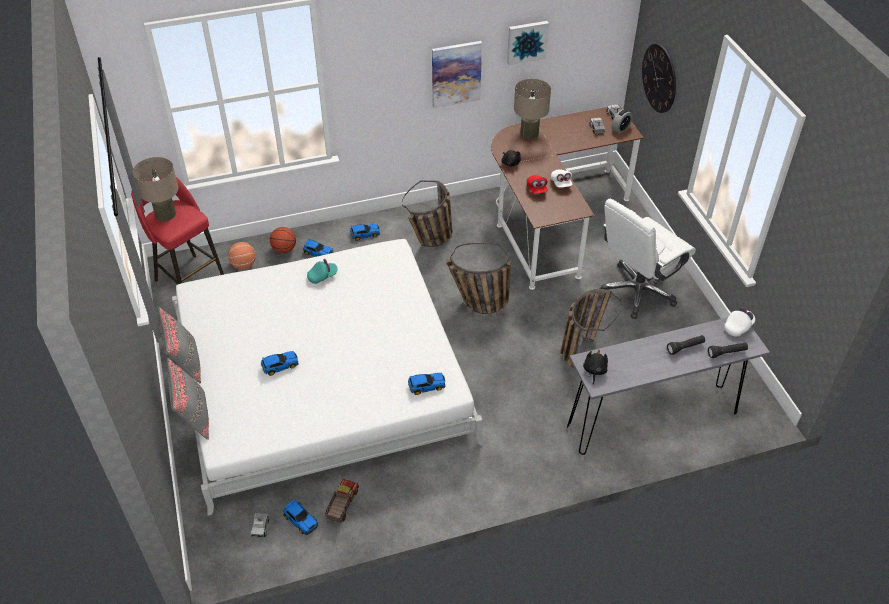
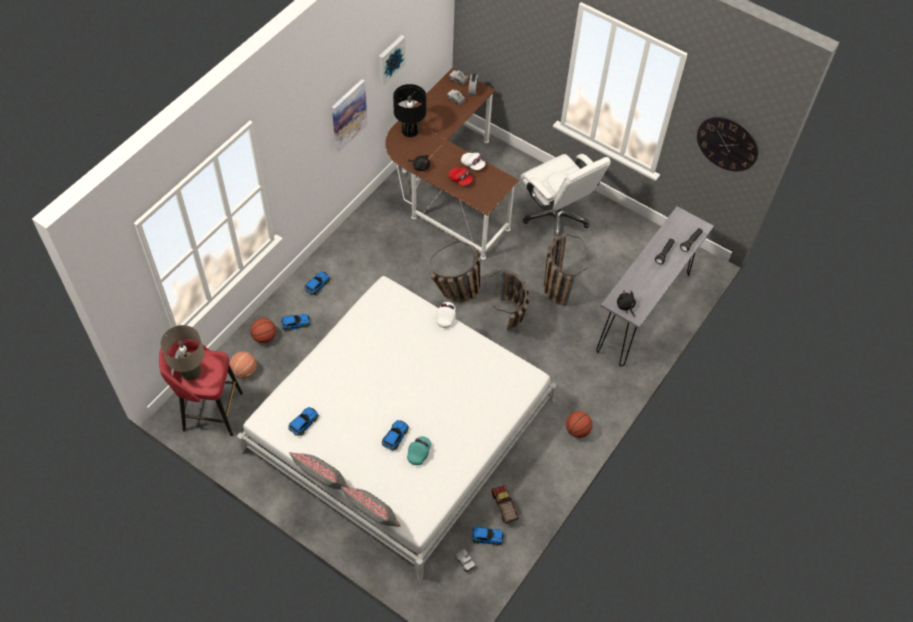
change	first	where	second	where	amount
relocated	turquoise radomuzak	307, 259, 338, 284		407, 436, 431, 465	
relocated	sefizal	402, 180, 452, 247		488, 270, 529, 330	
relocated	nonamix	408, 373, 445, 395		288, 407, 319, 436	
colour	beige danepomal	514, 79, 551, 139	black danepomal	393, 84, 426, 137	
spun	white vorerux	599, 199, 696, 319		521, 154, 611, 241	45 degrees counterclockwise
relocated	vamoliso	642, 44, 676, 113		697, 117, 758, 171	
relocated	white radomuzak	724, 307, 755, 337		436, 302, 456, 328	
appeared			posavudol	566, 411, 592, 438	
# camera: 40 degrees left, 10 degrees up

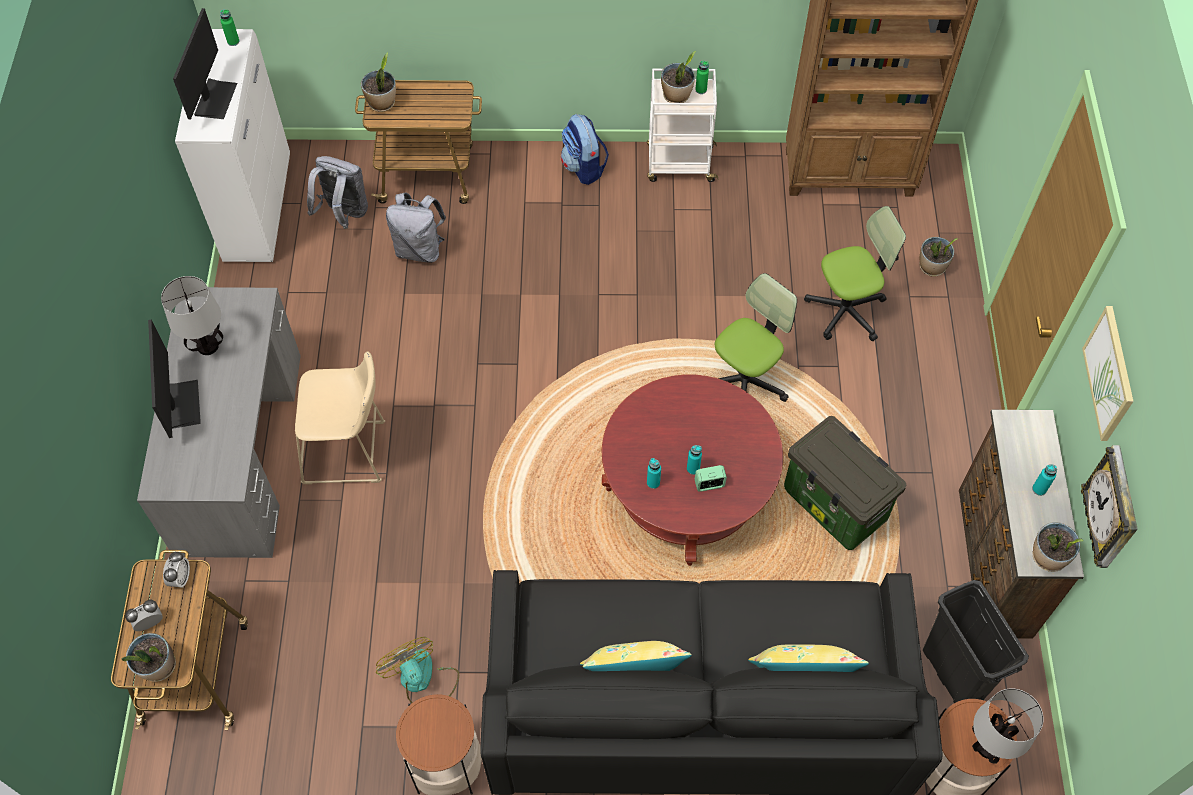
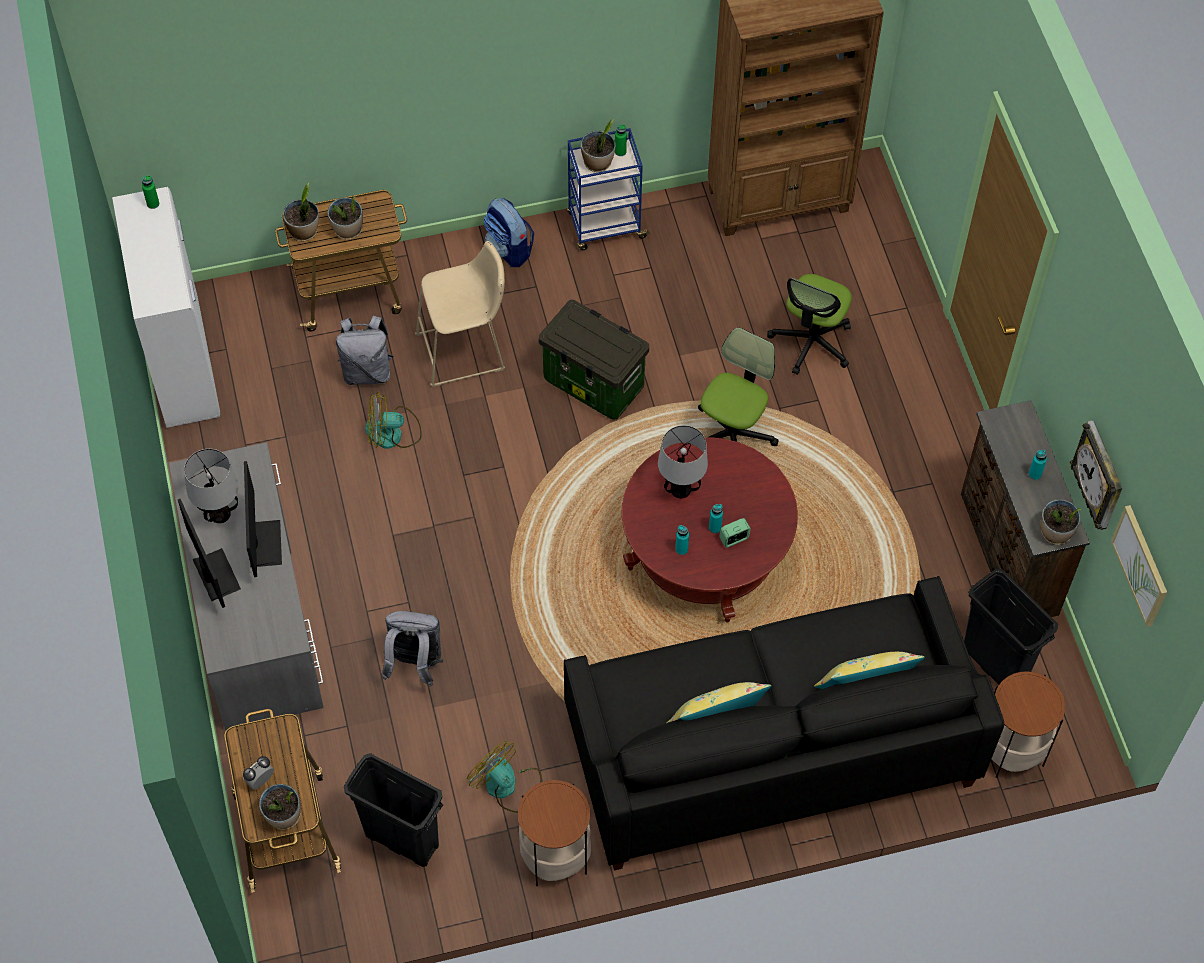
change	first	where	second	where	amount
missing	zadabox	163, 552, 190, 587			
relocated	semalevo	173, 8, 237, 120		244, 461, 282, 577	
relocated	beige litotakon	295, 352, 385, 484		415, 241, 505, 387	
relocated	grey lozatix	307, 156, 368, 229		382, 611, 443, 687	
colour	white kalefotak	647, 69, 718, 182	blue kalefotak	567, 128, 650, 250	
relocated	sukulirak	784, 416, 906, 550		539, 300, 649, 420	
spun	vorerux	804, 206, 906, 341		767, 274, 852, 375	150 degrees clockwise
relocated	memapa	919, 237, 957, 277		328, 196, 363, 240	
relocated	danepomal	972, 688, 1043, 764		658, 425, 708, 498	
relocated	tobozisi	1082, 306, 1133, 441		1111, 505, 1167, 627	
appeared			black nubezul	344, 753, 443, 867	
appeared			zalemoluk	365, 392, 422, 449	
# camera: 15 degrees left, 0 degrees up

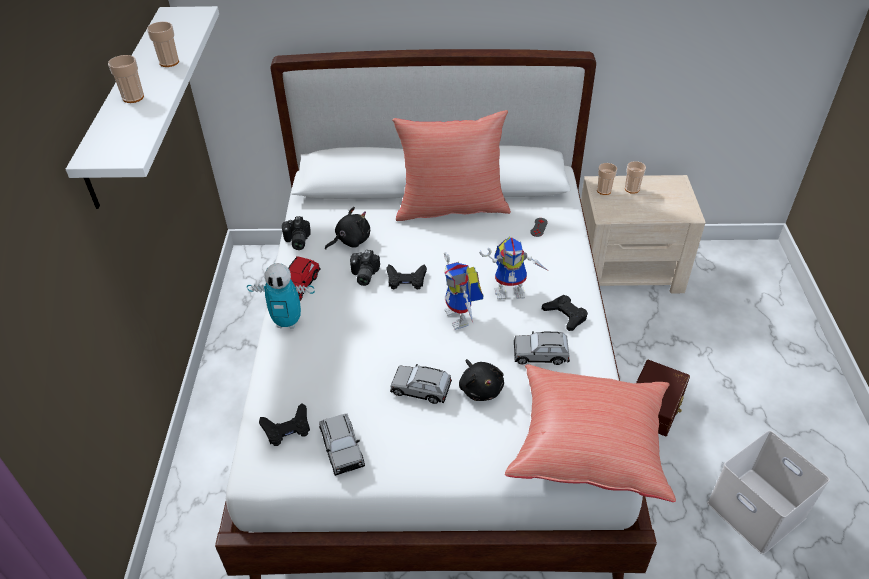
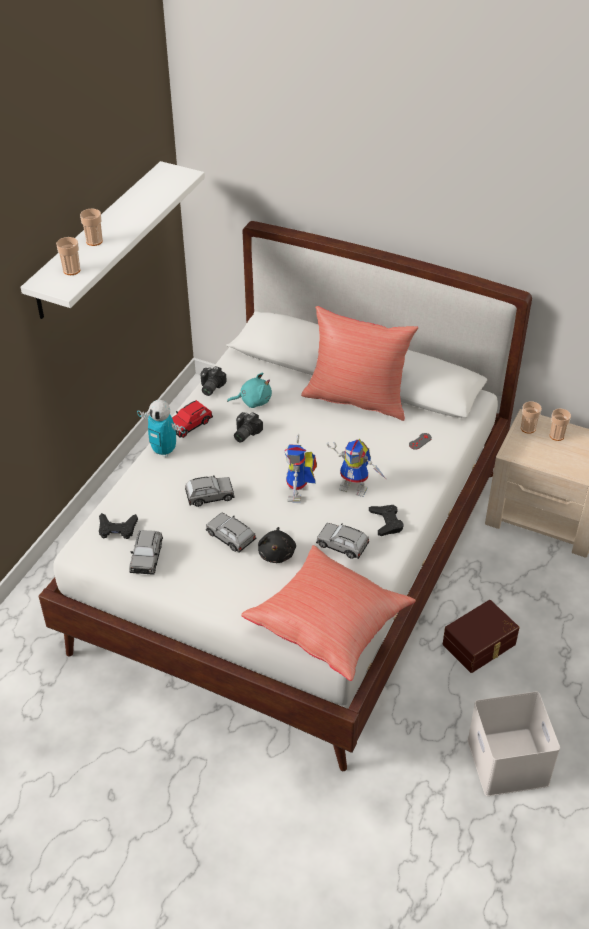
change	first	where	second	where	amount
relocated	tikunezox	147, 22, 179, 67		56, 237, 80, 275	
colour	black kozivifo	325, 207, 370, 250	turquoise kozivifo	227, 373, 272, 408	
missing	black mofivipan	386, 264, 427, 290			
appeared			grey nonamix	185, 475, 235, 507	
# camera: 25 degrees right, 0 degrees up

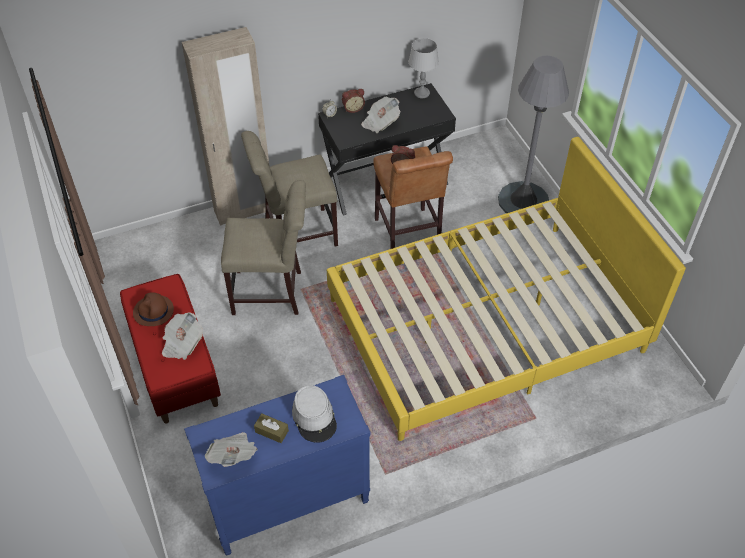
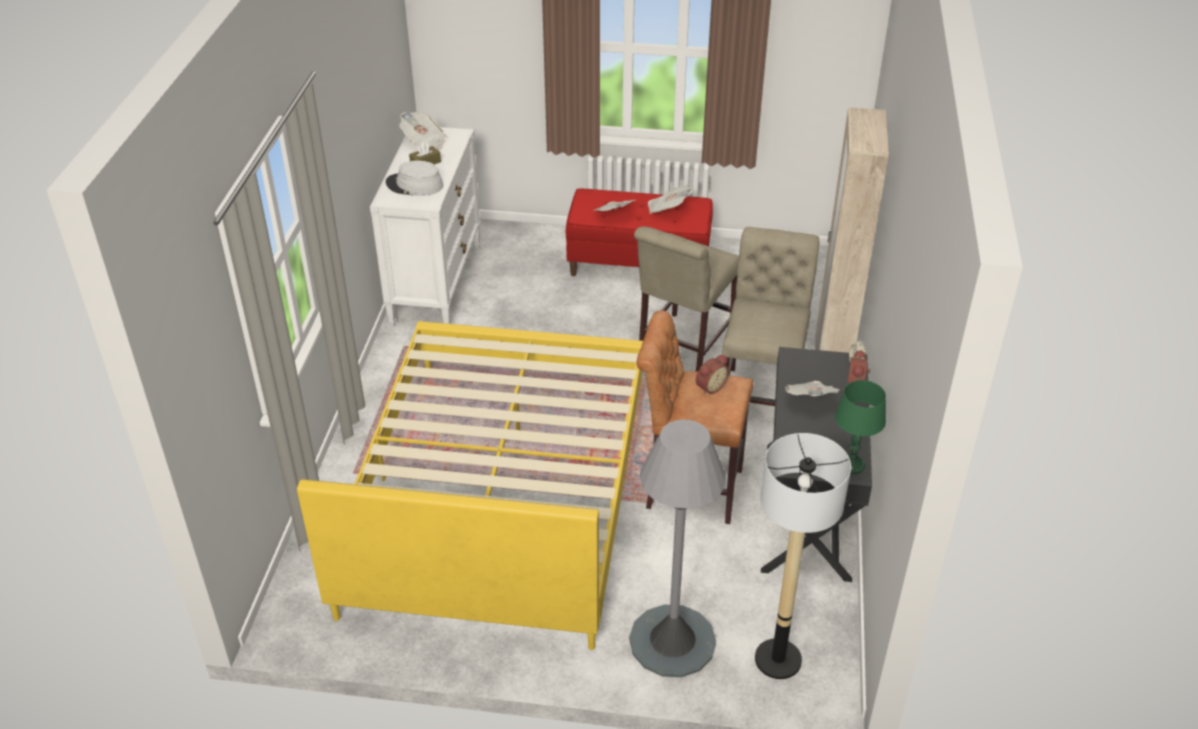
change	first	where	second	where	amount
exchanged	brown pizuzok	133, 292, 174, 326	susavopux	648, 185, 692, 214	
colour	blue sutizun	184, 375, 371, 555	white sutizun	370, 127, 481, 326	
colour	grey danepomal	408, 38, 439, 98	green danepomal	835, 380, 886, 474	
appeared			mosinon	755, 433, 851, 679	
# camera: 120 degrees right, 10 degrees down

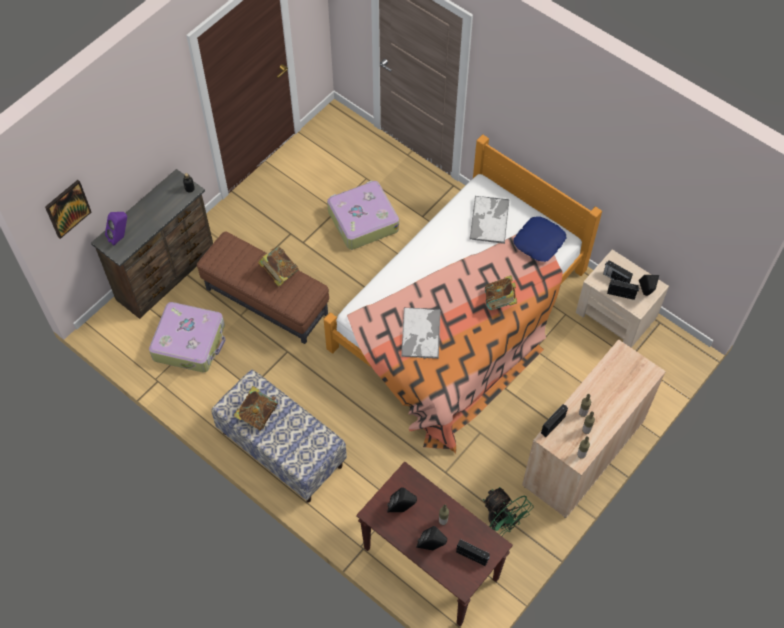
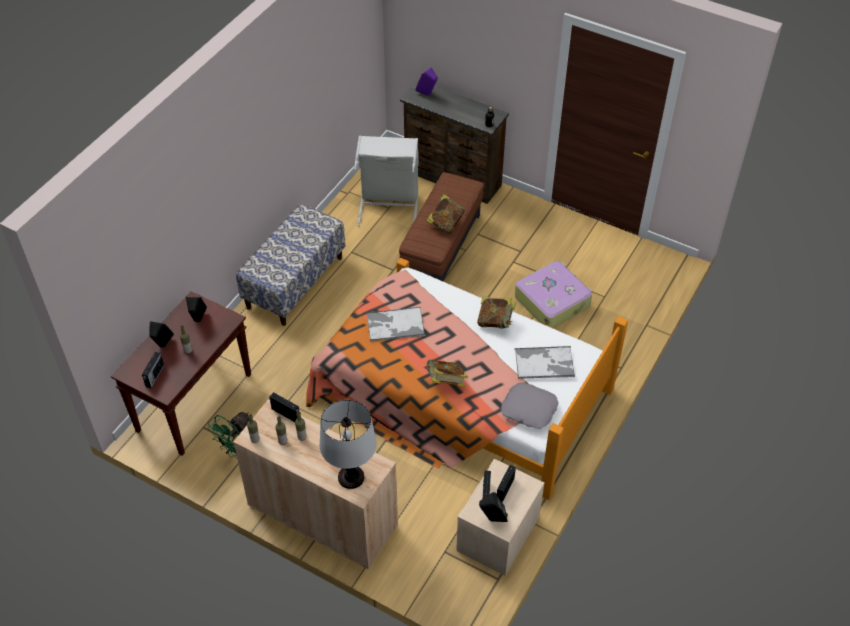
change	first	where	second	where	amount
missing	tobozisi	45, 180, 91, 239			
exchanged	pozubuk	149, 302, 226, 372	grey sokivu	354, 135, 419, 226	
relocated	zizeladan	234, 386, 278, 431		477, 297, 516, 329	
colour	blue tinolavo	514, 216, 566, 262	grey tinolavo	501, 382, 558, 429	
appeared			danepomal	320, 400, 377, 489	
# camera: 80 degrees right, 10 degrees down

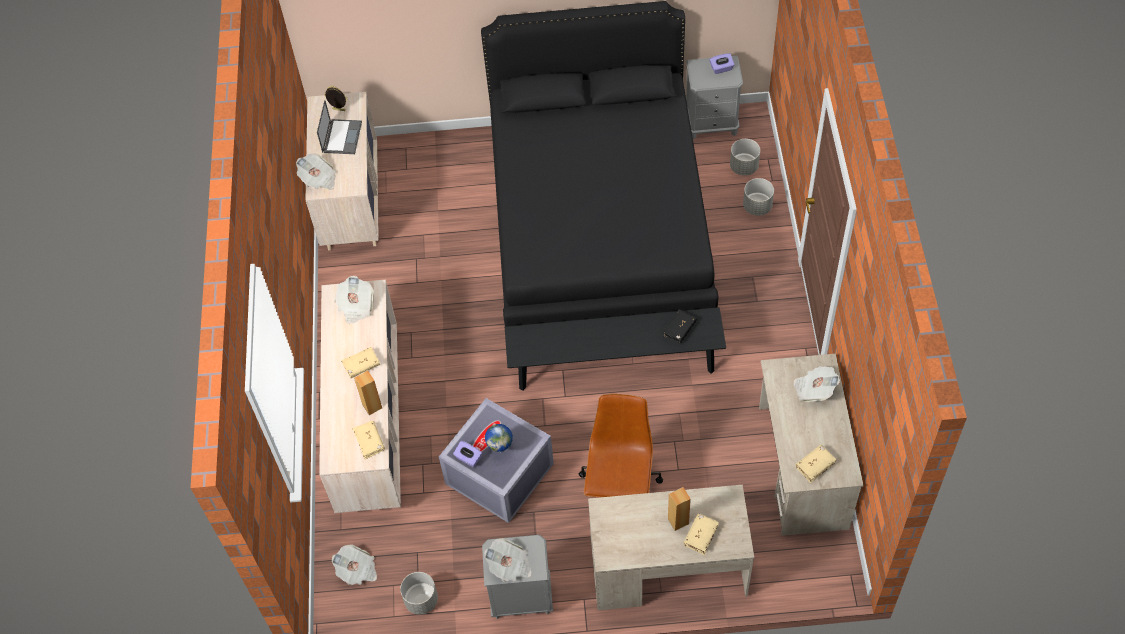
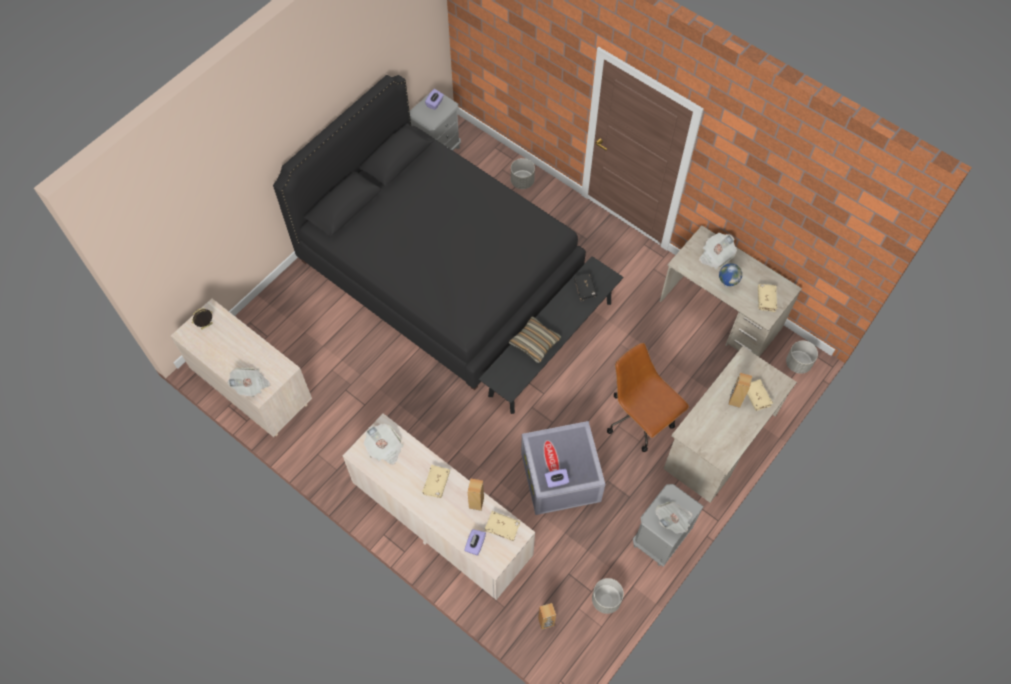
change	first	where	second	where	amount
missing	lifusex	317, 100, 362, 154			
exchanged	susavopux	332, 545, 377, 585	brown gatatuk	538, 603, 556, 630	
relocated	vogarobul	485, 424, 513, 452		719, 263, 742, 288	
relocated	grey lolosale	730, 139, 760, 176		786, 341, 818, 374	
appeared			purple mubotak	464, 529, 486, 556	
appeared			tinolavo	509, 316, 561, 363	
# camera: 50 degrees left, 5 degrees up

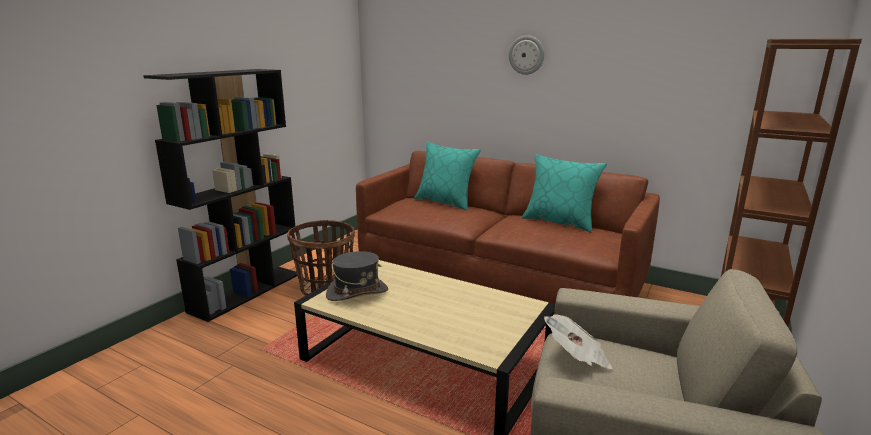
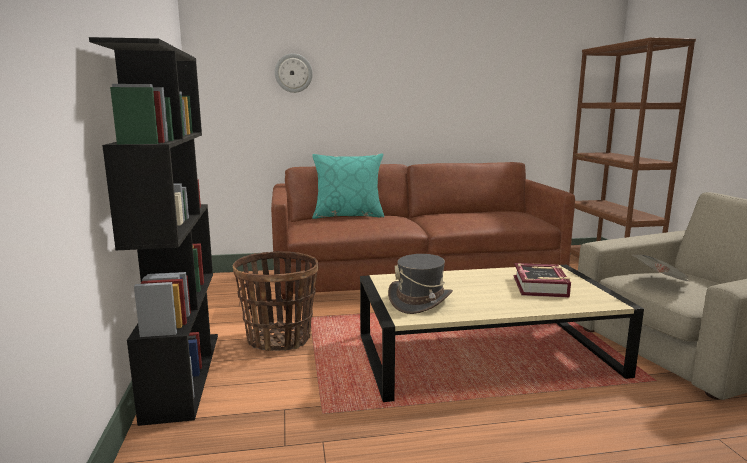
change	first	where	second	where	amount
relocated	vamoliso	509, 35, 544, 75		275, 53, 313, 93	
missing	turquoise tinolavo	522, 154, 607, 233			
appeared			zizeladan	514, 263, 571, 298	
# camera: 40 degrees left, 5 degrees down

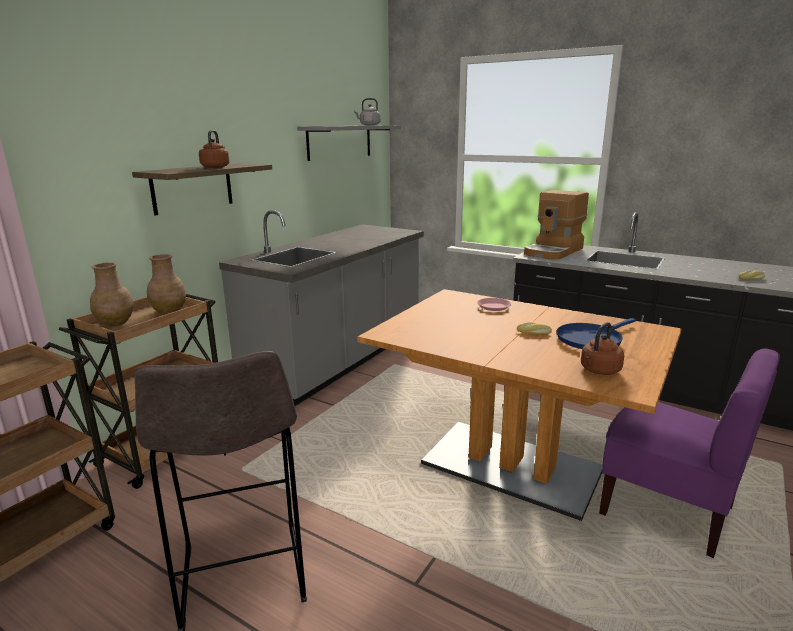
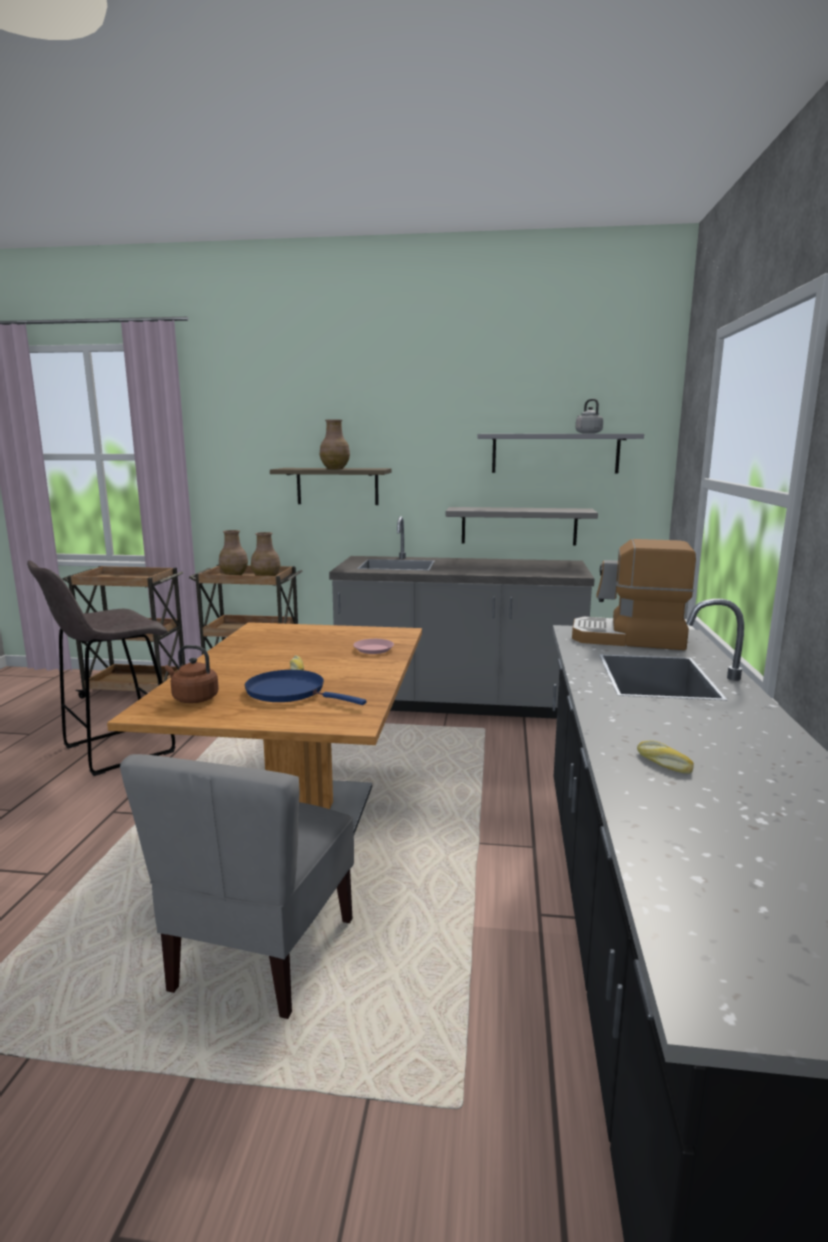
change	first	where	second	where	amount
exchanged	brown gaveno	199, 130, 230, 168	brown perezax	320, 420, 350, 469	
colour	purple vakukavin	599, 349, 780, 558	grey vakukavin	120, 754, 354, 1019	
appeared			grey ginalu	445, 507, 598, 546	
# camera: 65 degrees right, 5 degrees down

